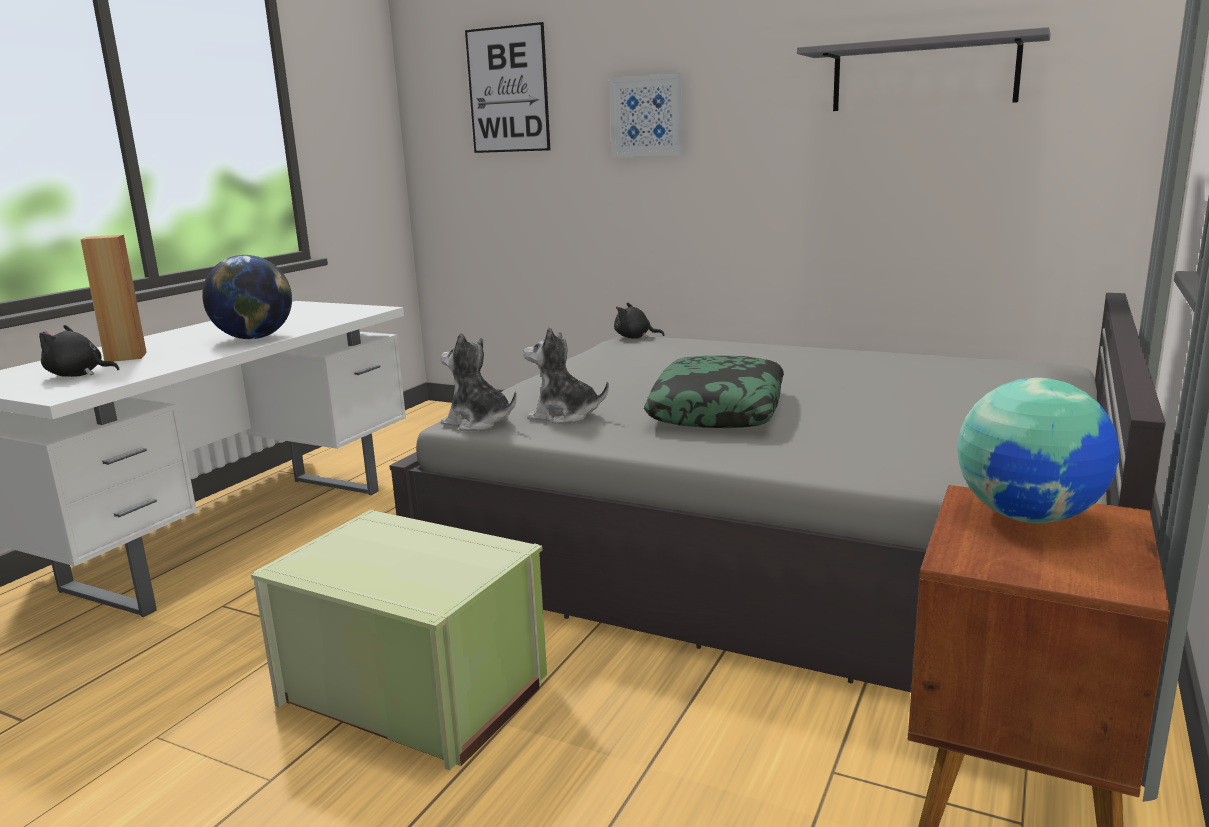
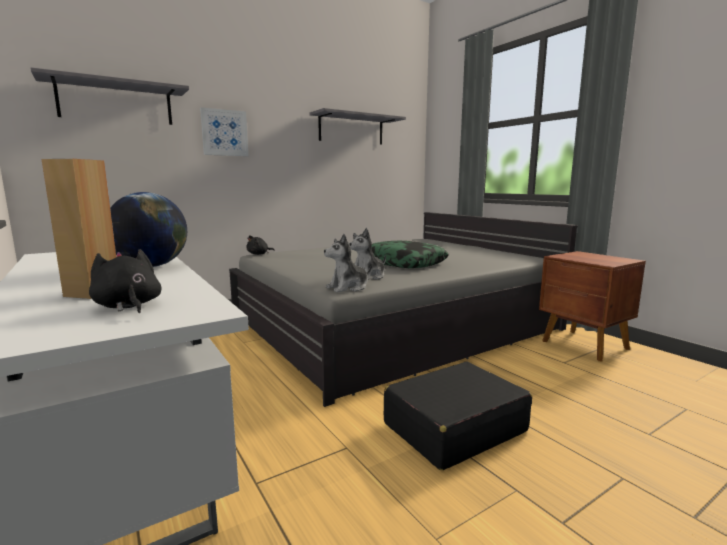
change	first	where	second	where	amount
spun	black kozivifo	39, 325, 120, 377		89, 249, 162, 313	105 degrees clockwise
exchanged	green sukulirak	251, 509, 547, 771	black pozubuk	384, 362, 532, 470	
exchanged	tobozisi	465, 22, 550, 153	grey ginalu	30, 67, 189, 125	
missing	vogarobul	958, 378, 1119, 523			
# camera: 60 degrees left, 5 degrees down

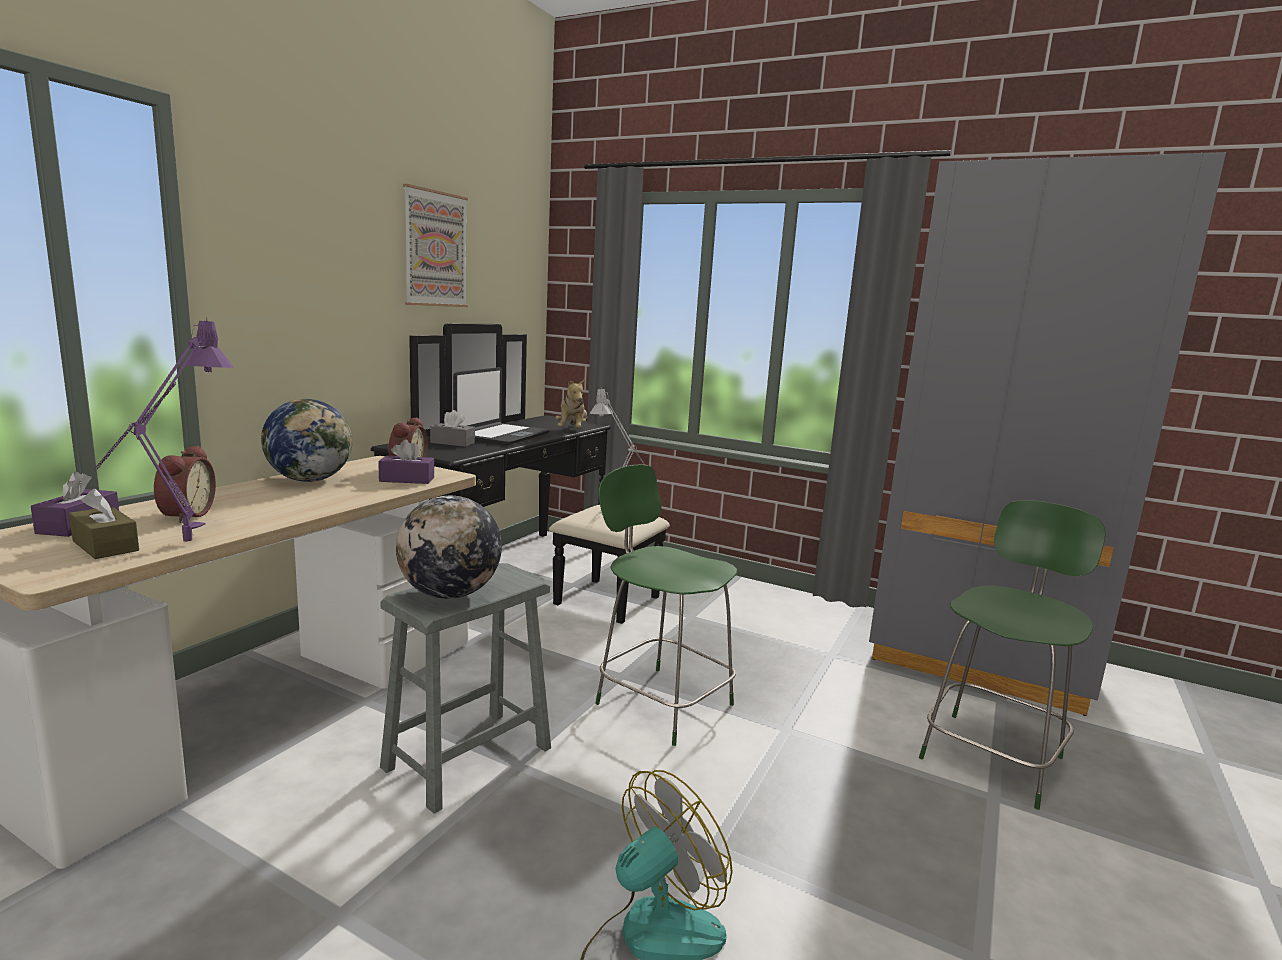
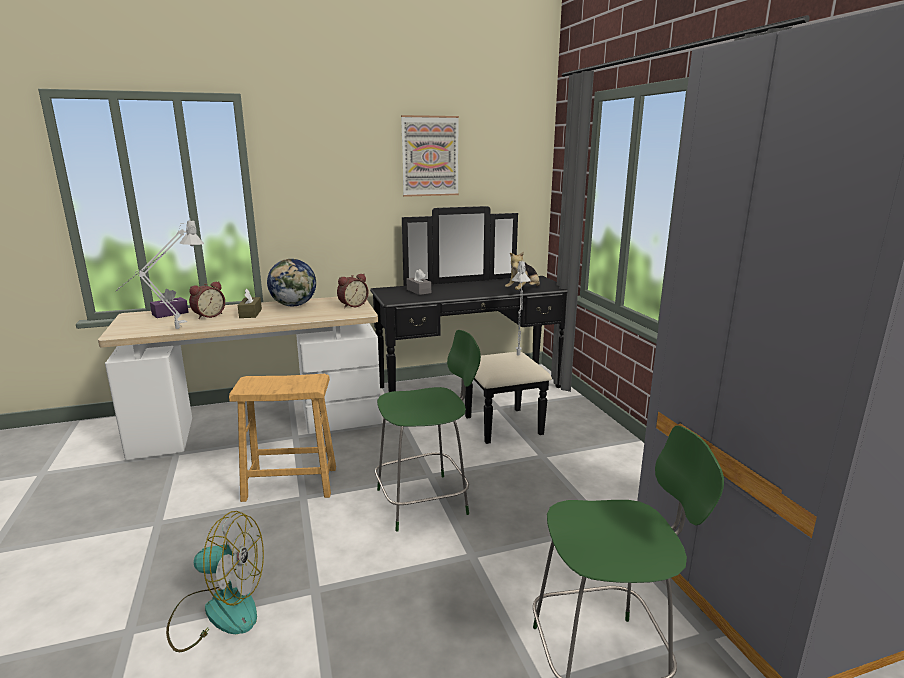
change	first	where	second	where	amount
relocated	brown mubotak	69, 489, 139, 559		238, 288, 262, 318	
colour	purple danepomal	94, 318, 233, 542	grey danepomal	115, 220, 204, 329	
missing	purple mubotak	378, 439, 434, 484			
colour	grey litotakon	380, 563, 551, 814	brown litotakon	229, 374, 336, 502	
missing	vogarobul	396, 496, 502, 599			
missing	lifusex	453, 367, 550, 445			
spun	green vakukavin	595, 464, 737, 746		375, 330, 481, 532	75 degrees clockwise
# camera: 45 degrees right, 5 degrees up

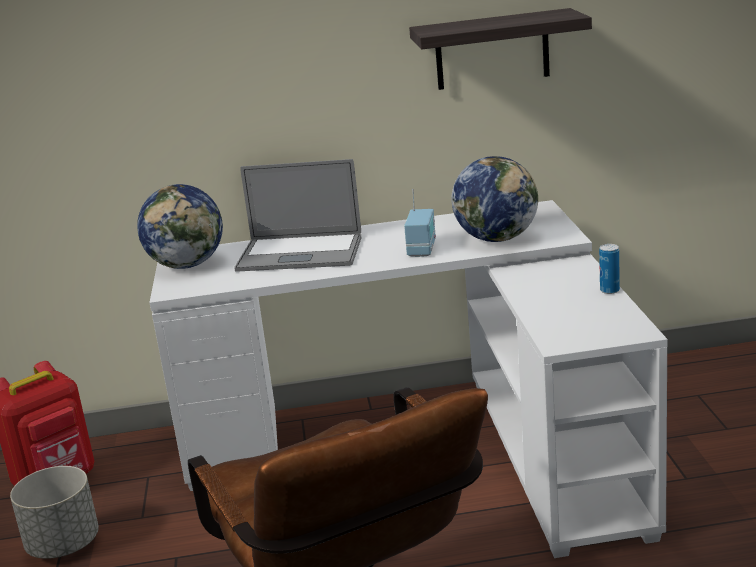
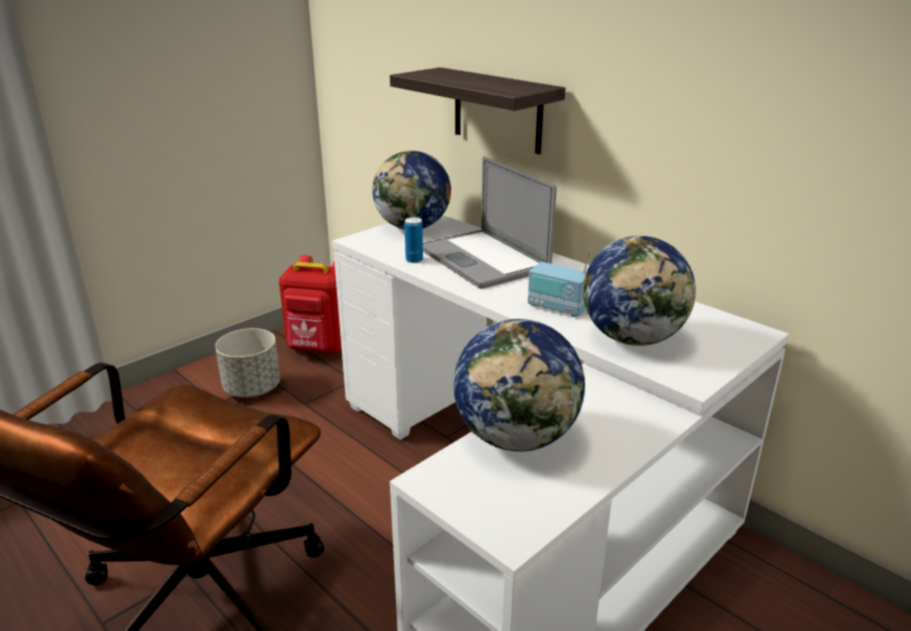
change	first	where	second	where	amount
spun	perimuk	404, 189, 436, 257		528, 250, 591, 317	60 degrees clockwise
relocated	ginalu	409, 8, 592, 90		390, 67, 565, 154	
relocated	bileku	599, 244, 620, 294		404, 217, 423, 263	
appeared			vogarobul	454, 319, 585, 452	
# camera: 50 degrees right, 5 degrees up

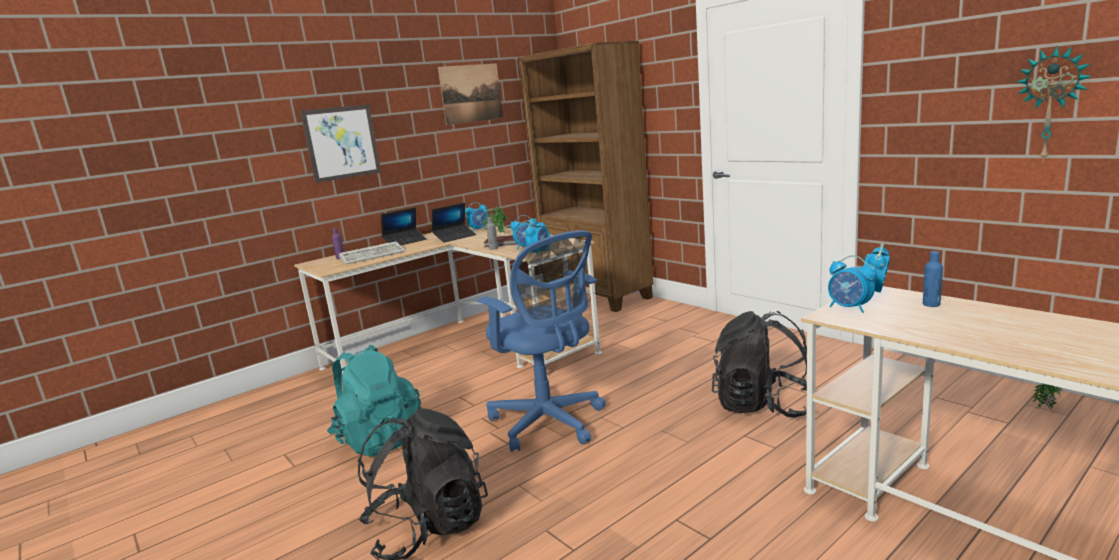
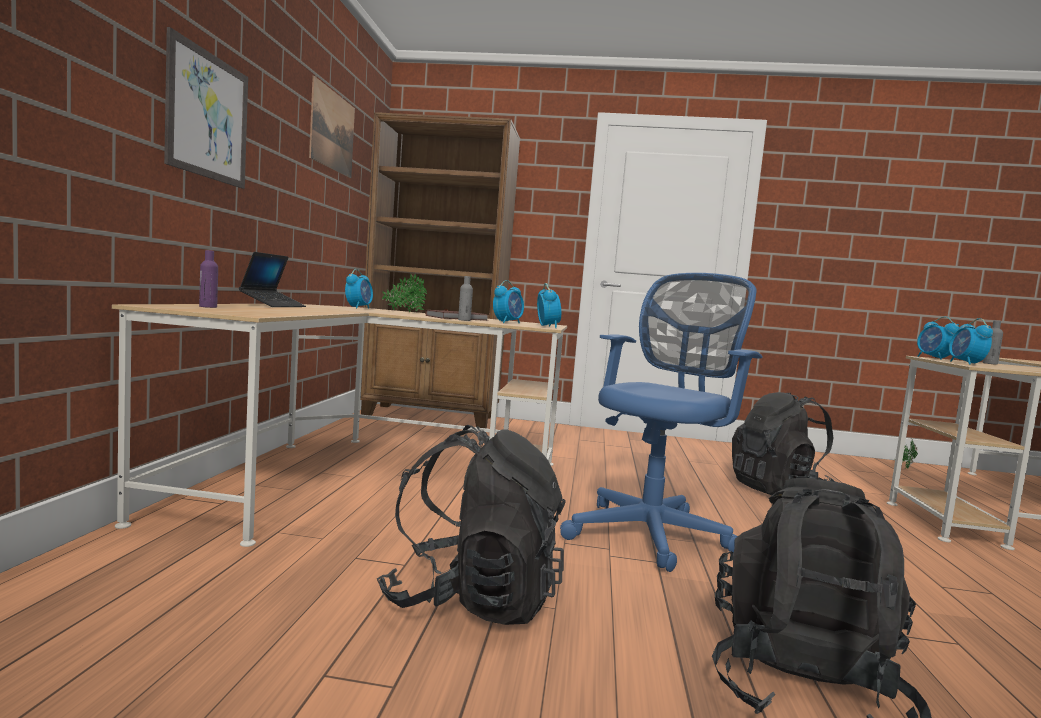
change	first	where	second	where	amount
colour	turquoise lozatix	327, 345, 421, 457	black lozatix	377, 425, 566, 625	
missing	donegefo	339, 241, 405, 264			
missing	lifusex	432, 203, 476, 243			
spun	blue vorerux	477, 230, 606, 452		560, 273, 763, 572	60 degrees counterclockwise
spun	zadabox	828, 255, 877, 313		949, 318, 993, 365	90 degrees clockwise
colour	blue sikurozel	923, 251, 943, 307	grey sikurozel	982, 320, 1003, 365	
missing	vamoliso	1017, 46, 1092, 162			
# camera: 45 degrees left, 10 degrees down

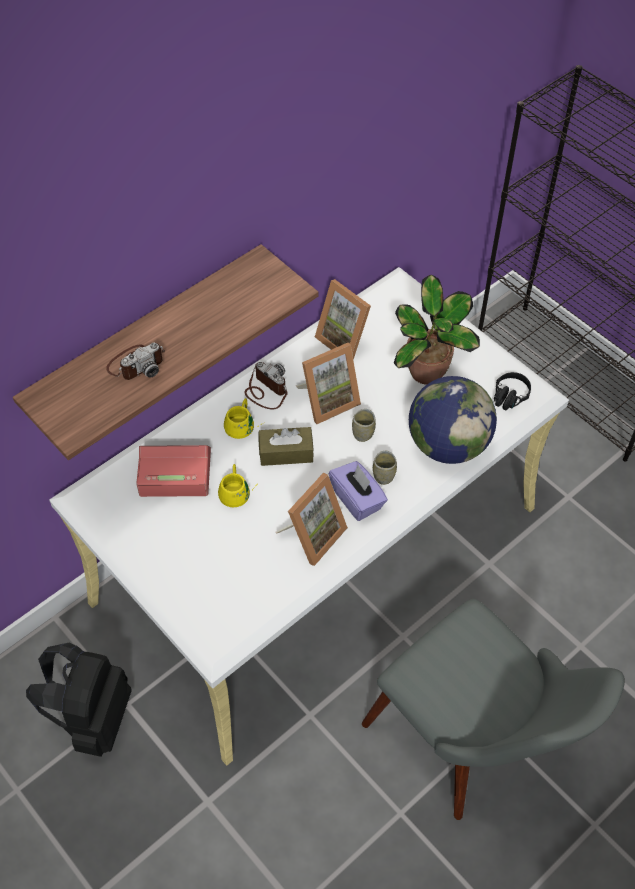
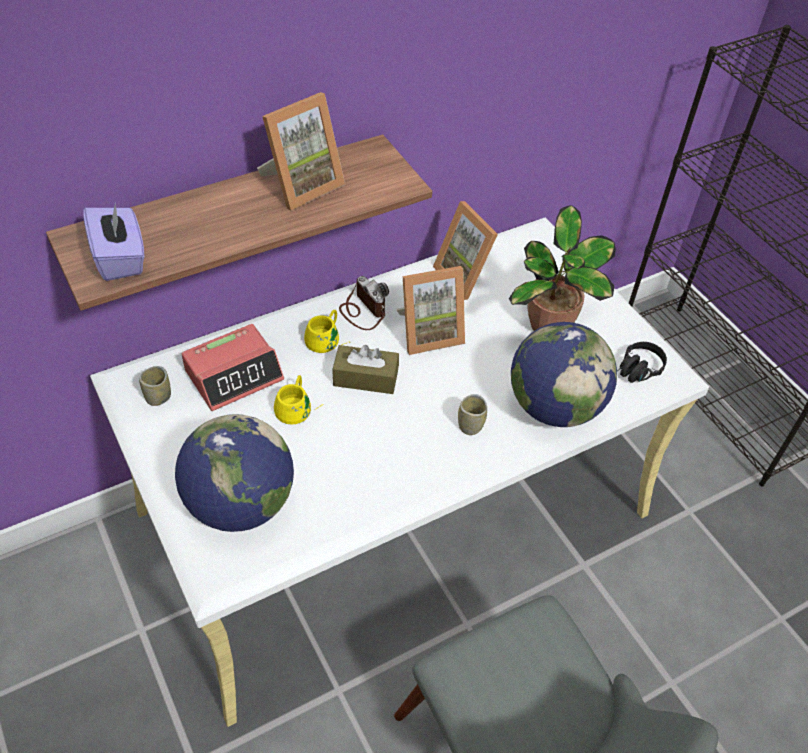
change	first	where	second	where	amount
missing	black lozatix	26, 643, 132, 757			
missing	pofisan	106, 343, 165, 380			
spun	zadabox	136, 445, 211, 497		182, 324, 284, 411	135 degrees clockwise
relocated	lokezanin	275, 473, 348, 566		257, 92, 345, 210	
relocated	purple mubotak	329, 461, 388, 521		83, 202, 145, 281	
relocated	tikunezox	352, 409, 376, 442		139, 366, 171, 406	
appeared			vogarobul	175, 414, 294, 532	
# camera: 10 degrees right, 5 degrees down

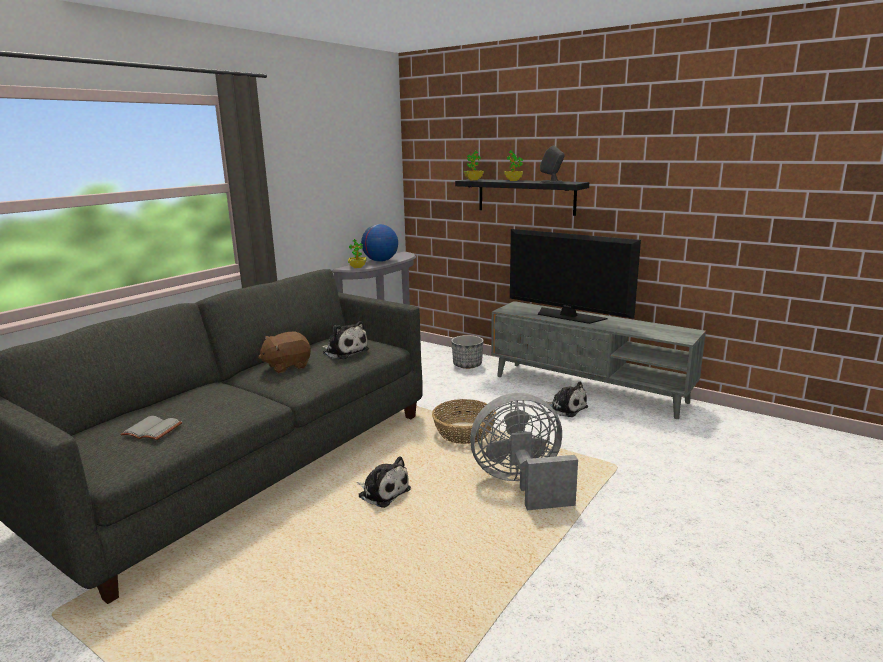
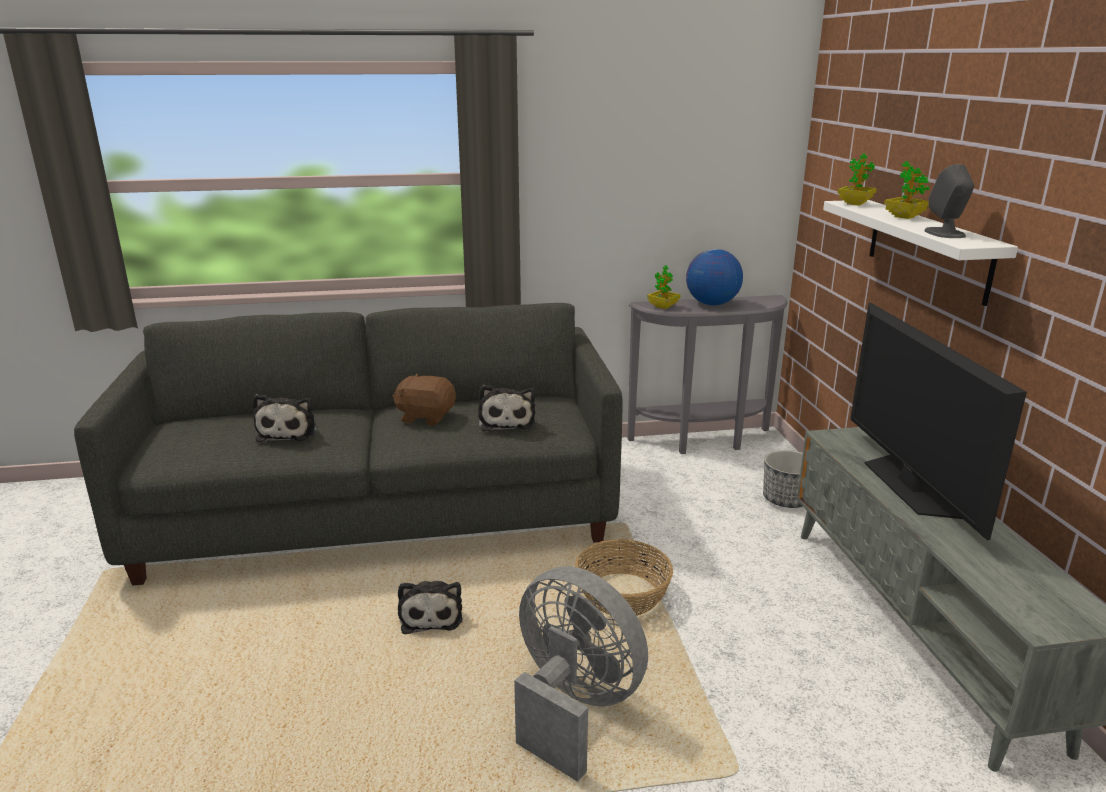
change	first	where	second	where	amount
missing	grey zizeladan	120, 416, 182, 440			
colour	black ginalu	455, 179, 589, 216	white ginalu	823, 200, 1018, 306	
relocated	kozivifo	545, 382, 588, 417		252, 394, 317, 442	
# camera: 45 degrees right, 5 degrees up

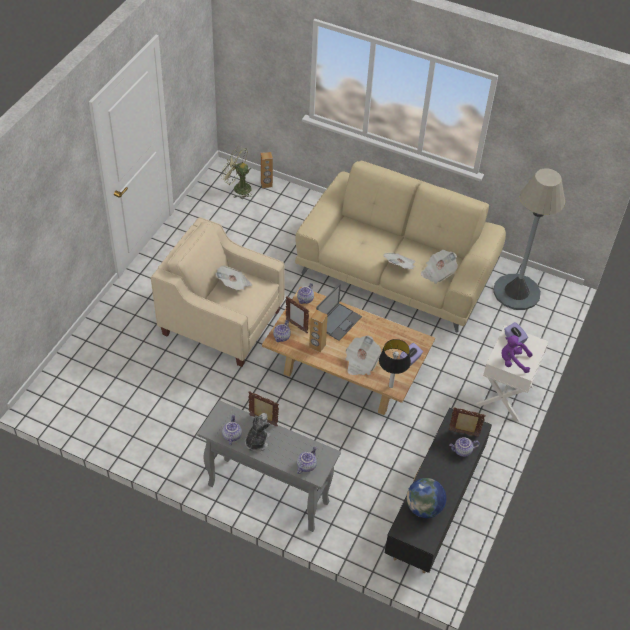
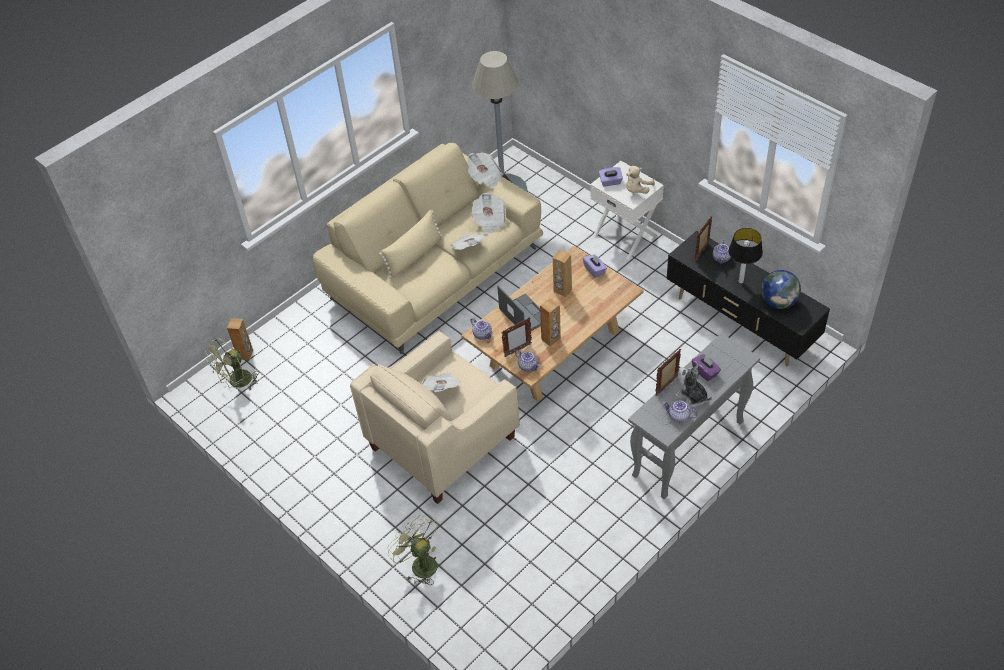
change	first	where	second	where	amount
missing	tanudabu	297, 446, 317, 474			
relocated	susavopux	345, 336, 381, 375		467, 152, 503, 188	
relocated	danepomal	379, 339, 411, 388		728, 228, 763, 284	
colour	purple kozivifo	501, 335, 533, 373	beige kozivifo	626, 166, 655, 194	
appeared			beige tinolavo	379, 209, 443, 279	
appeared			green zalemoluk	387, 514, 438, 585	
appeared			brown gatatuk	553, 250, 572, 297	
appeared			purple mubotak	692, 354, 721, 381	
# camera: 65 degrees left, 0 degrees up

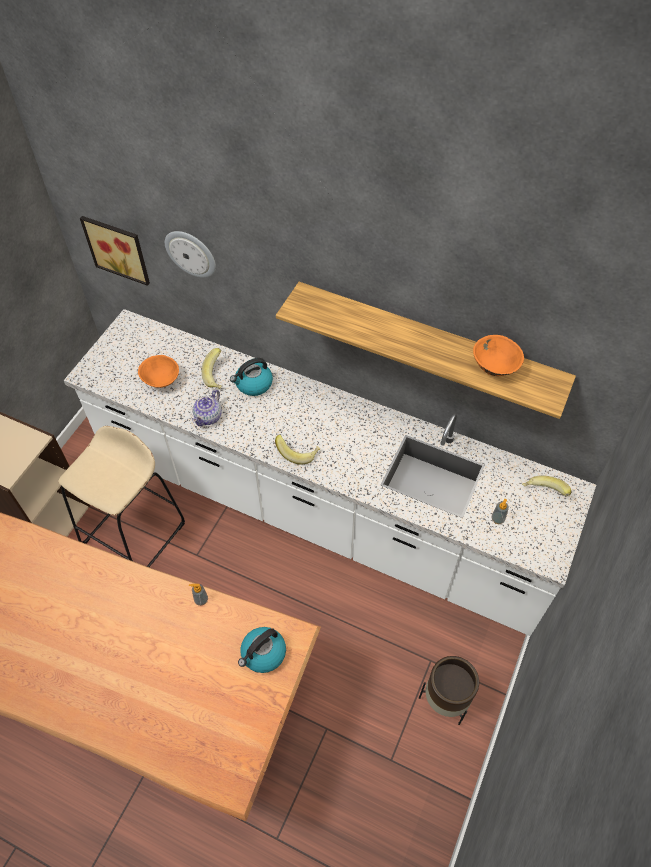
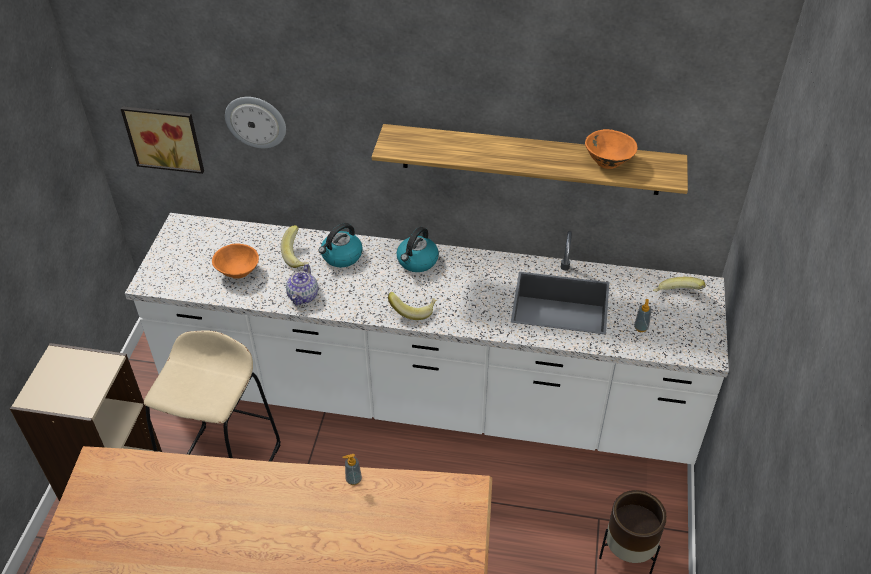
change	first	where	second	where	amount
relocated	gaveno	238, 627, 286, 673		397, 227, 439, 272	
# camera: 15 degrees left, 10 degrees down

